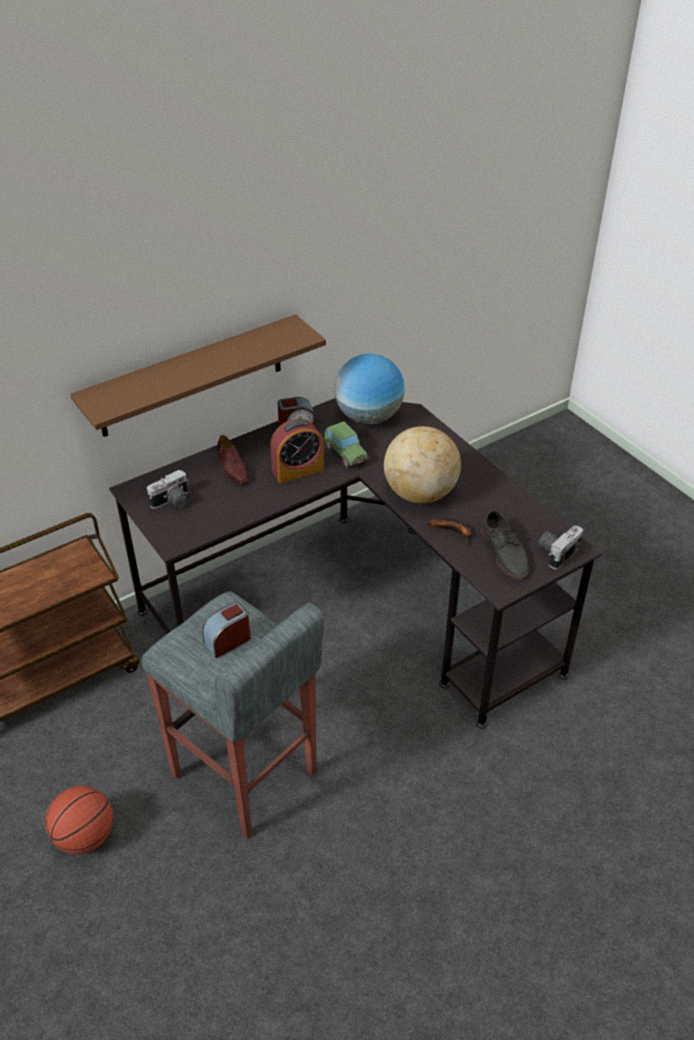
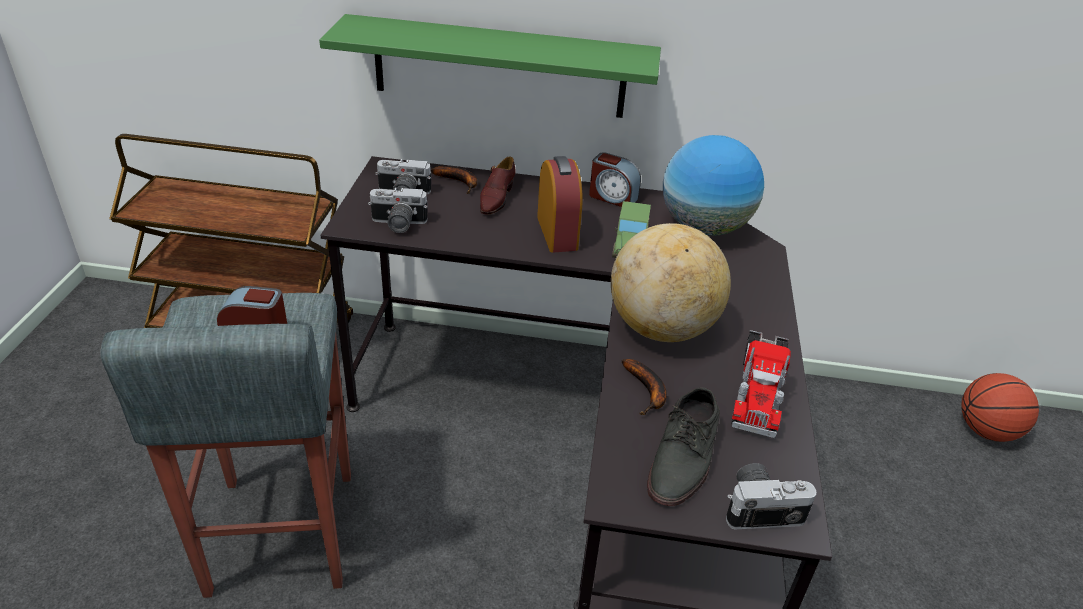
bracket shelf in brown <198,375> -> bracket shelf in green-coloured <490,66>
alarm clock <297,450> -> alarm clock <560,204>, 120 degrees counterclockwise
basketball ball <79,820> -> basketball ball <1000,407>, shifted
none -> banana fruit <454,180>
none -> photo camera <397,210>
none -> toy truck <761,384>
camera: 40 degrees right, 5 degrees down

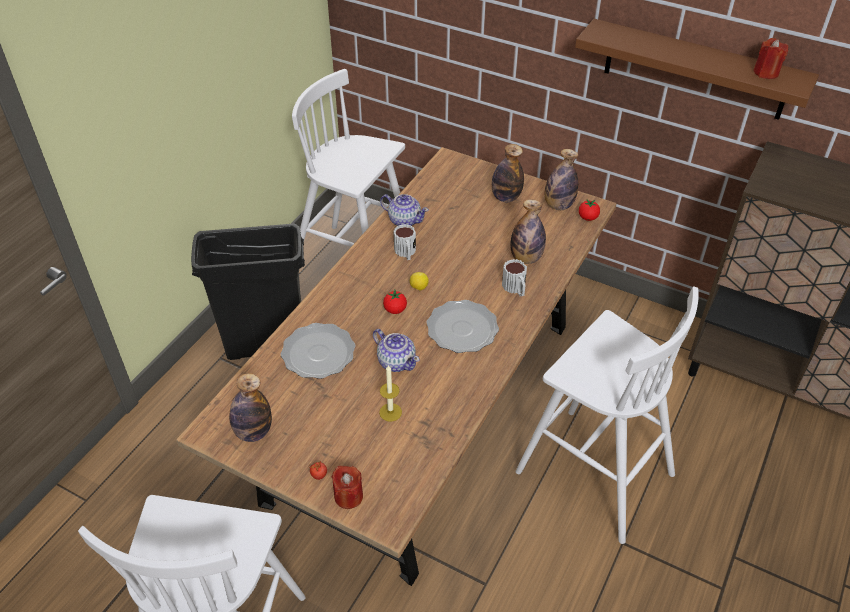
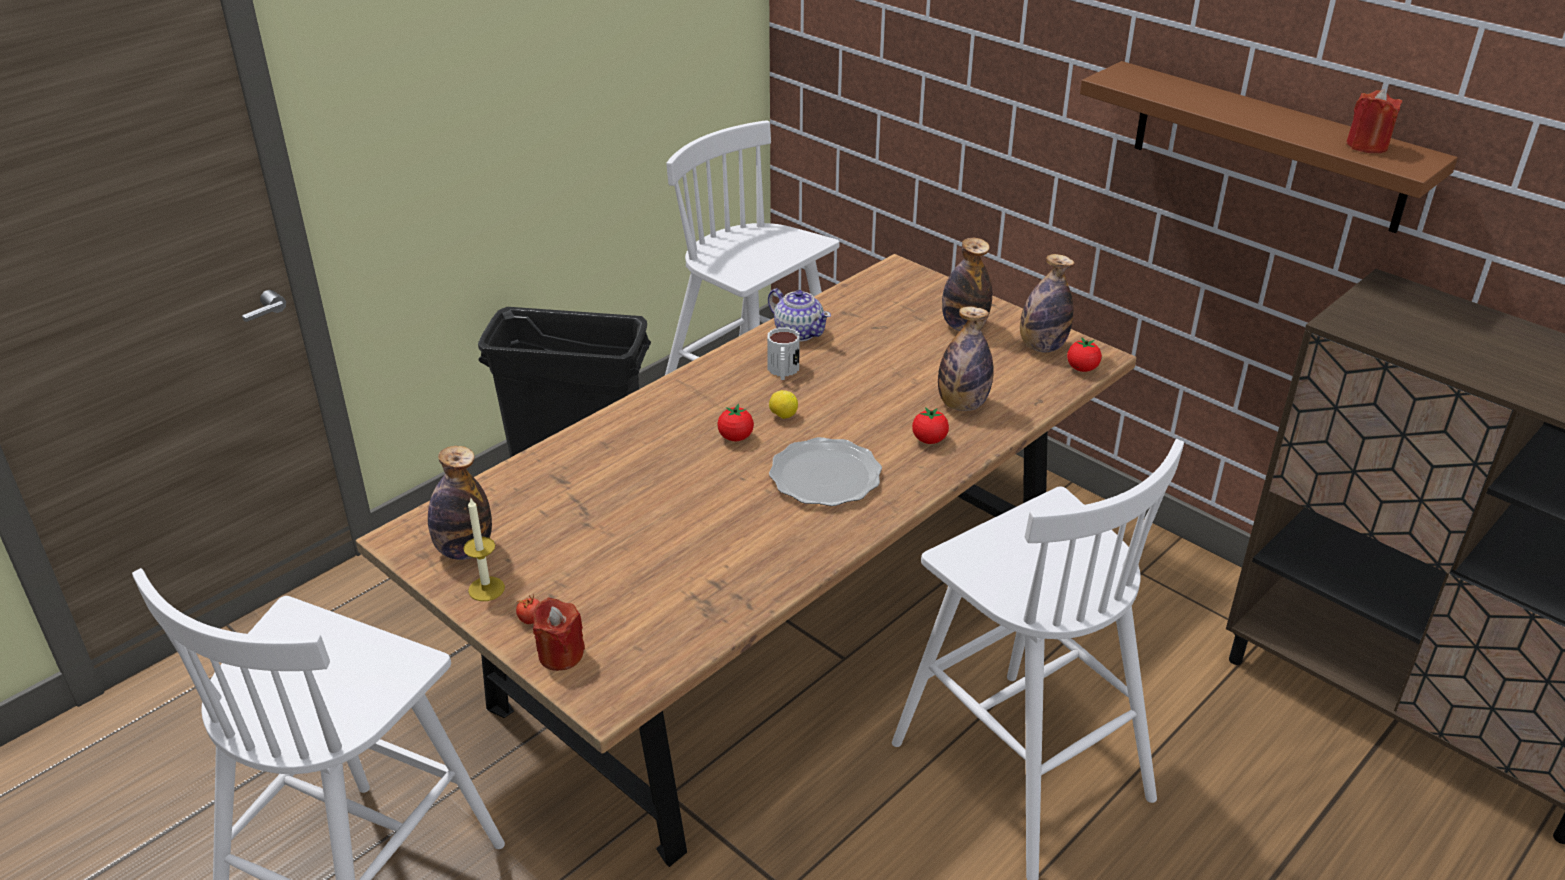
mug <514,277> -> whole tomato <930,425>
plate <318,351> -> none
tea pot <396,350> -> none
wax candle <390,393> -> wax candle <484,549>, shifted
camera: 15 degrees right, 10 degrees down

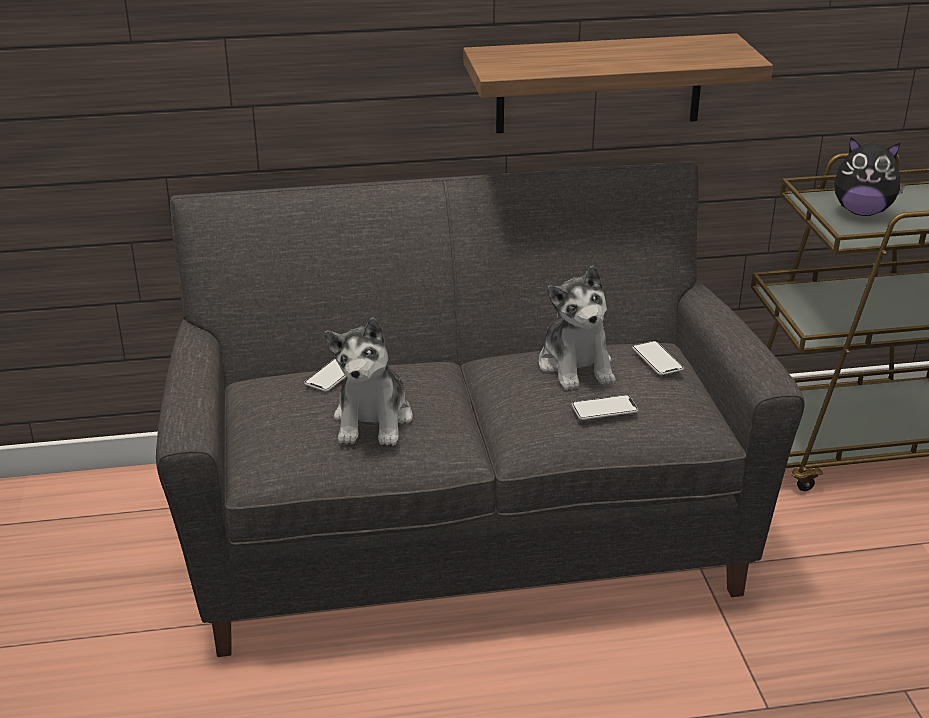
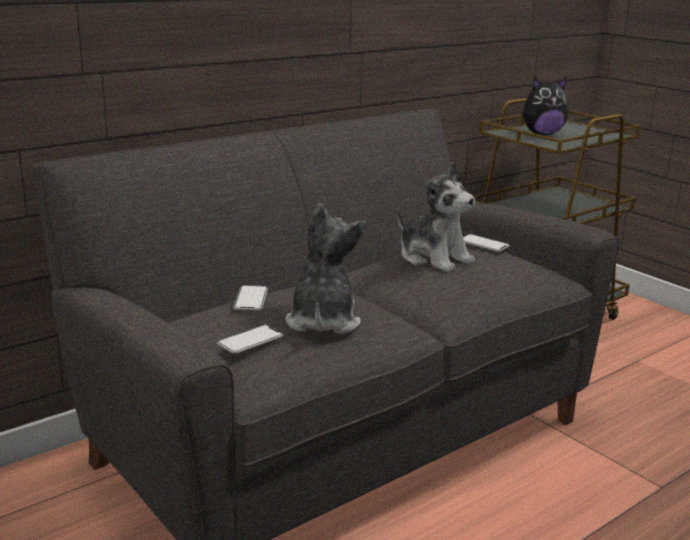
bracket shelf <618,83> -> none
cuddly toy <368,381> -> cuddly toy <326,268>, 150 degrees counterclockwise
telephone <604,407> -> telephone <250,339>, shifted
camera: 30 degrees left, 10 degrees down

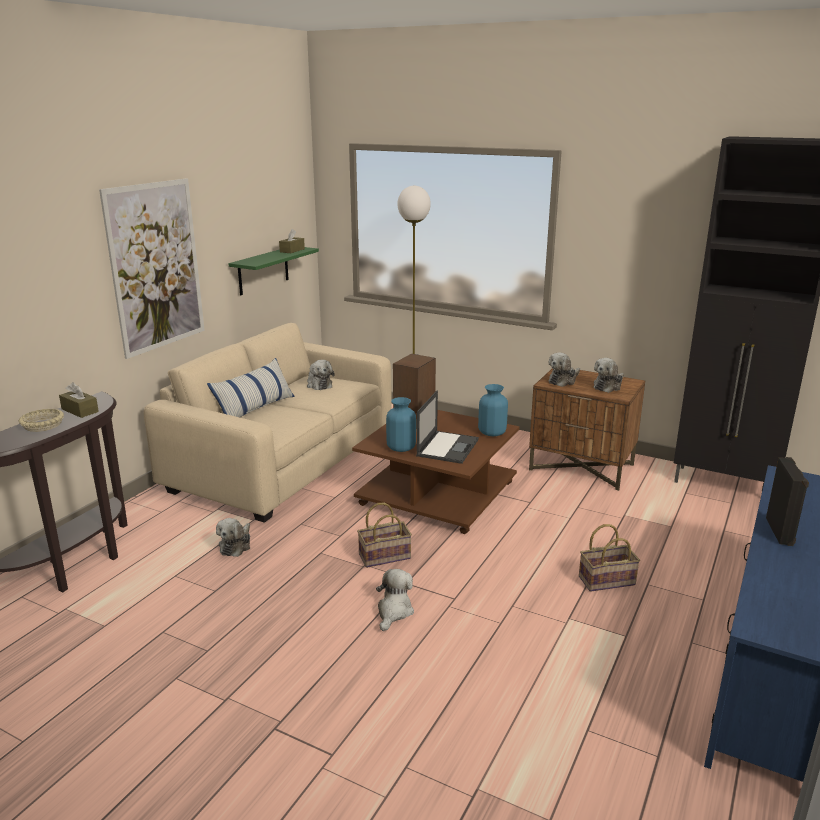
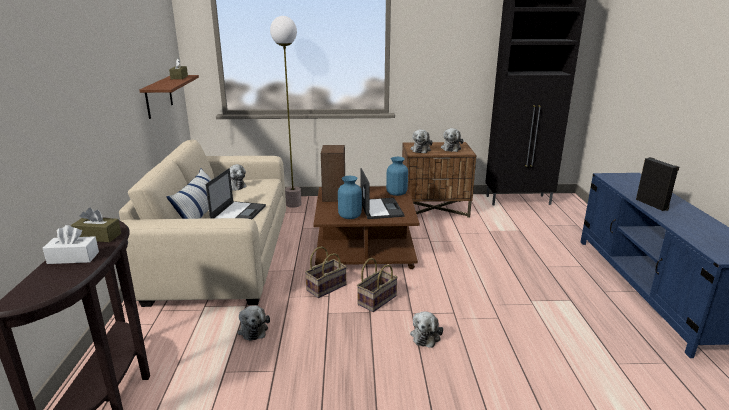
wall art <152,268> -> none
bracket shelf in green-coloured <274,271> -> bracket shelf in brown <169,97>
bowl in beige-coloured <41,420> -> box of tissues in white-coloured <71,244>
household basket <609,558> -> household basket <326,272>, shifted
cuddly toy <395,600> -> cuddly toy <426,329>, 150 degrees counterclockwise
none -> portable computer <236,193>
camera: 30 degrees left, 0 degrees up

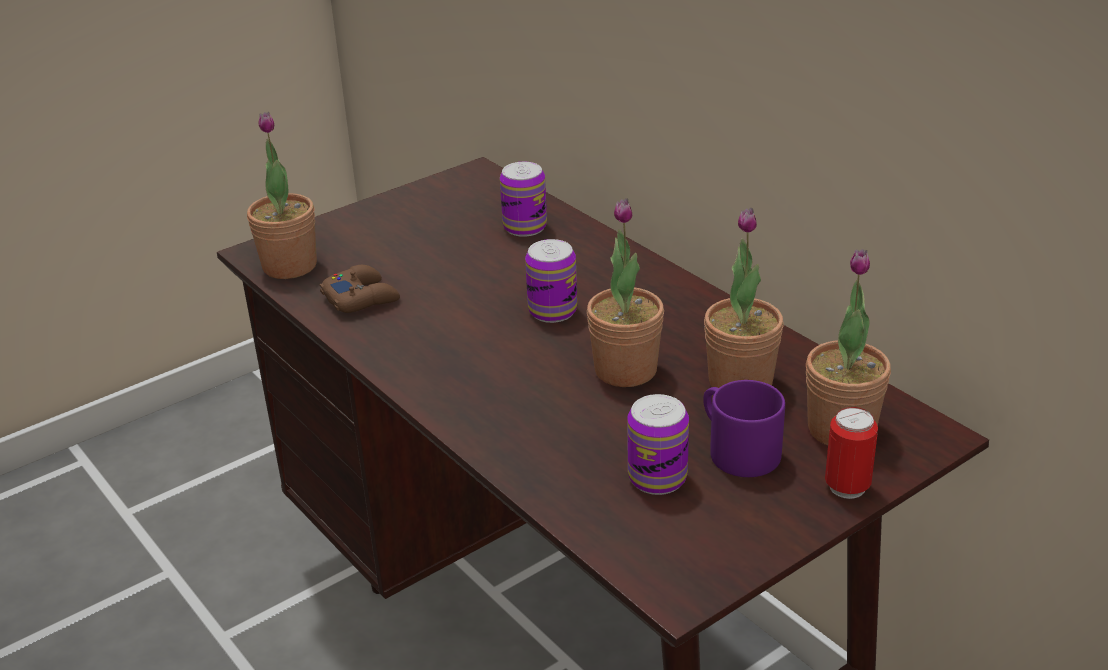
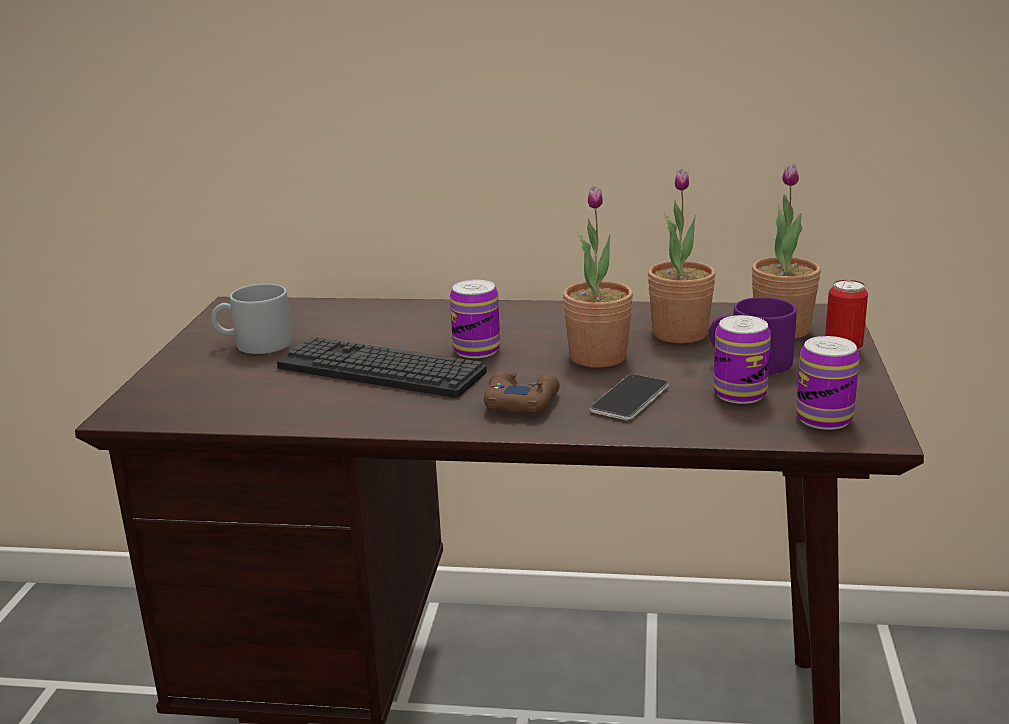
potted plant <282,195> -> none
can <523,199> -> can <828,383>, shifted
gamepad in brown <360,289> -> gamepad in brown <522,392>, shifted
none -> mug in gray <251,319>
none -> computer keyboard <382,367>
none -> telephone <629,397>
camera: 45 degrees left, 10 degrees down

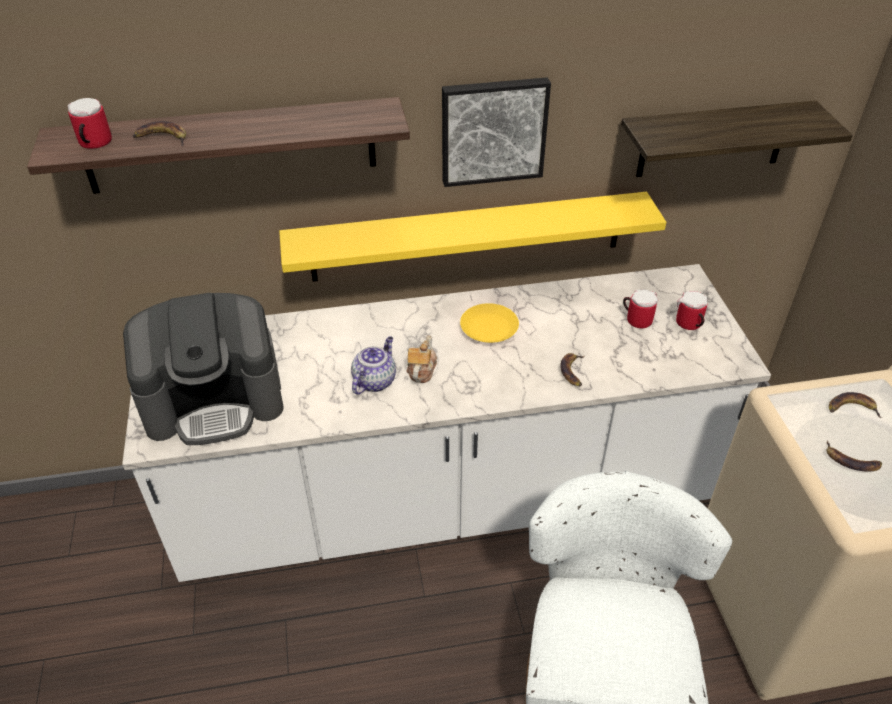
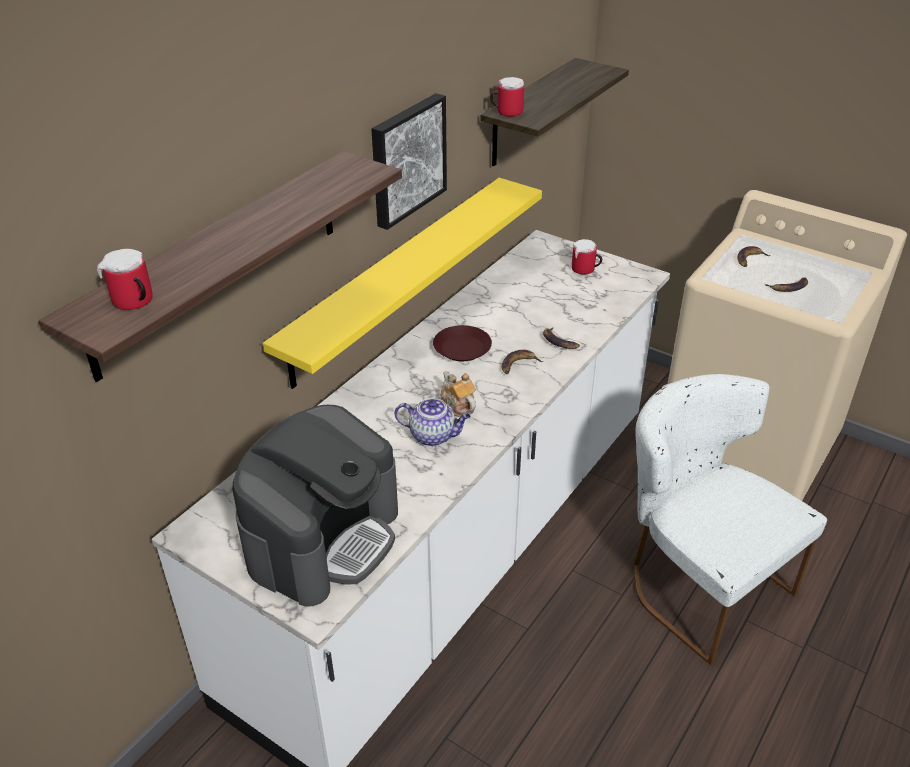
banana fruit <159,133> -> banana fruit <522,362>, shifted
mug <640,308> -> mug <507,97>, shifted
plate in yellowish <489,323> -> plate in brown <462,343>
tea pot <373,365> -> tea pot <433,422>, 120 degrees clockwise
camera: 45 degrees left, 5 degrees down

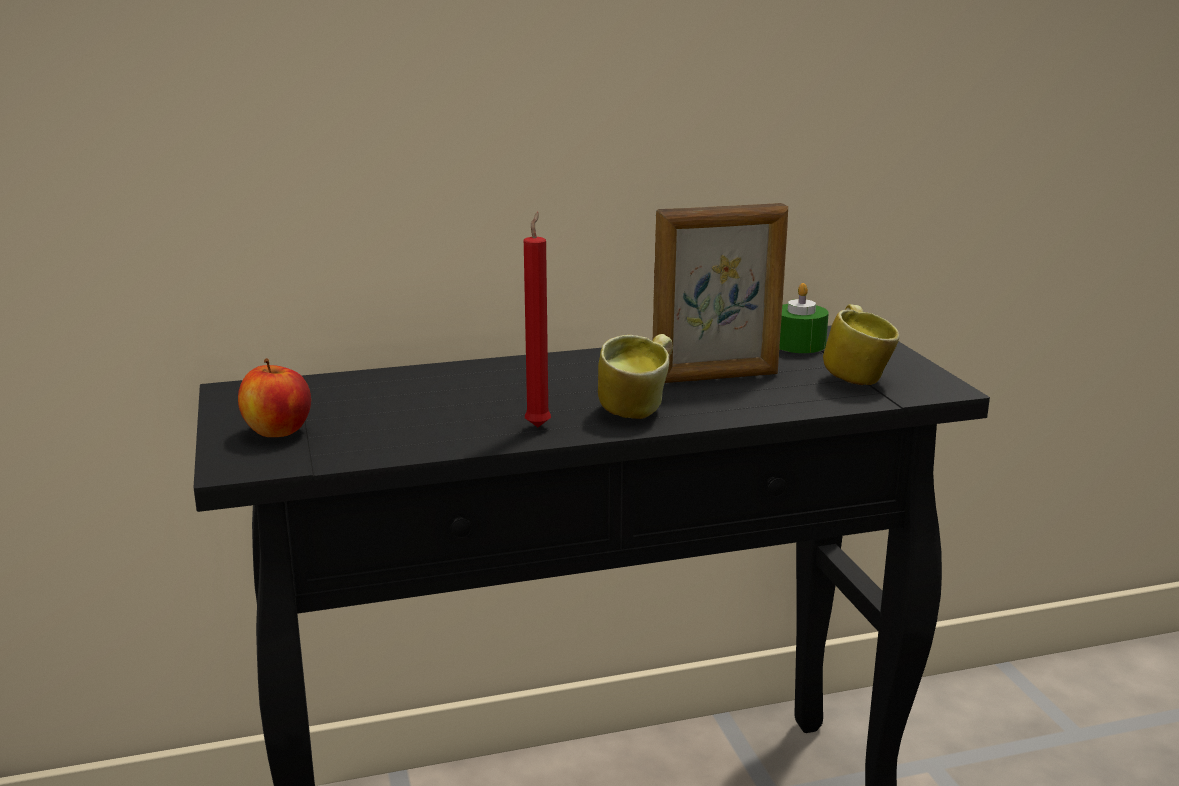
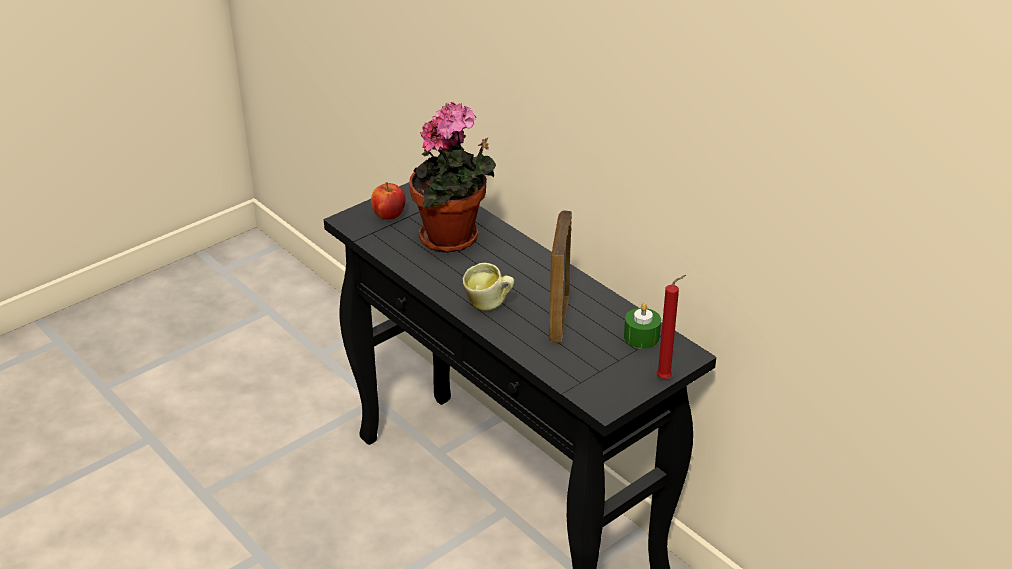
photo frame <720,293> -> photo frame <560,276>, 45 degrees clockwise
wax candle in reddish <537,319> -> wax candle in reddish <671,327>, shifted
mug <861,344> -> none
none -> potted plant <452,177>
camera: 65 degrees right, 15 degrees up

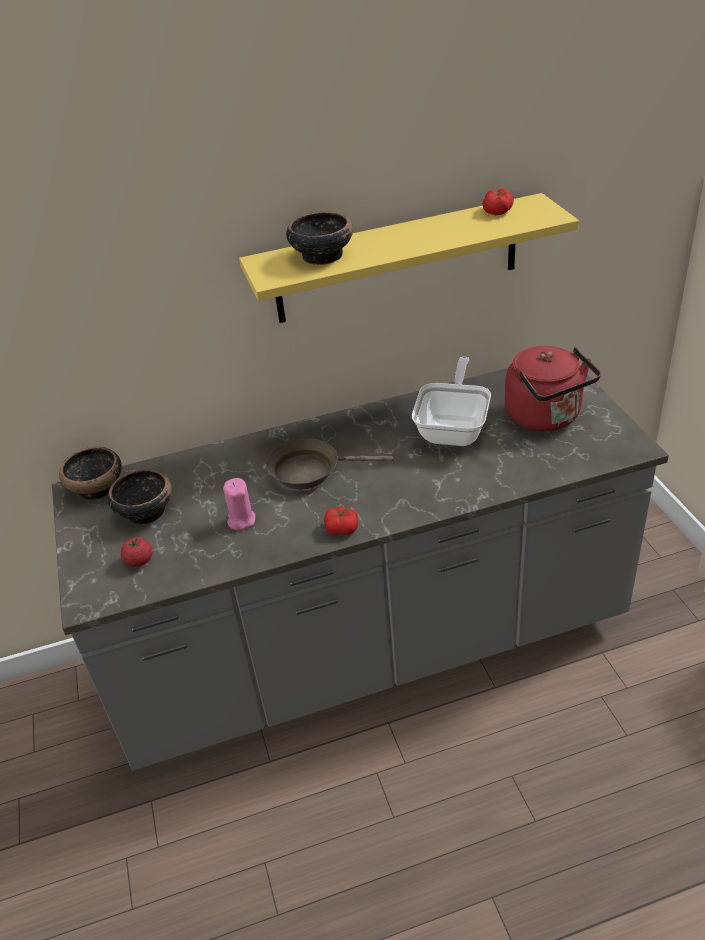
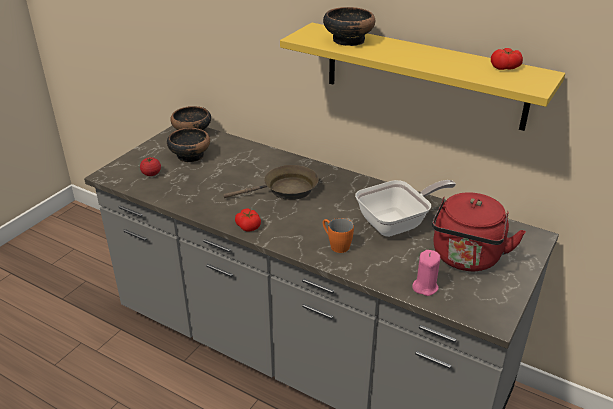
pan in brown <329,463> -> pan in brown <271,182>, 120 degrees clockwise
wax candle in pink <239,504> -> wax candle in pink <426,273>, shifted
none -> mug in orange <338,235>
camera: 45 degrees right, 5 degrees down

